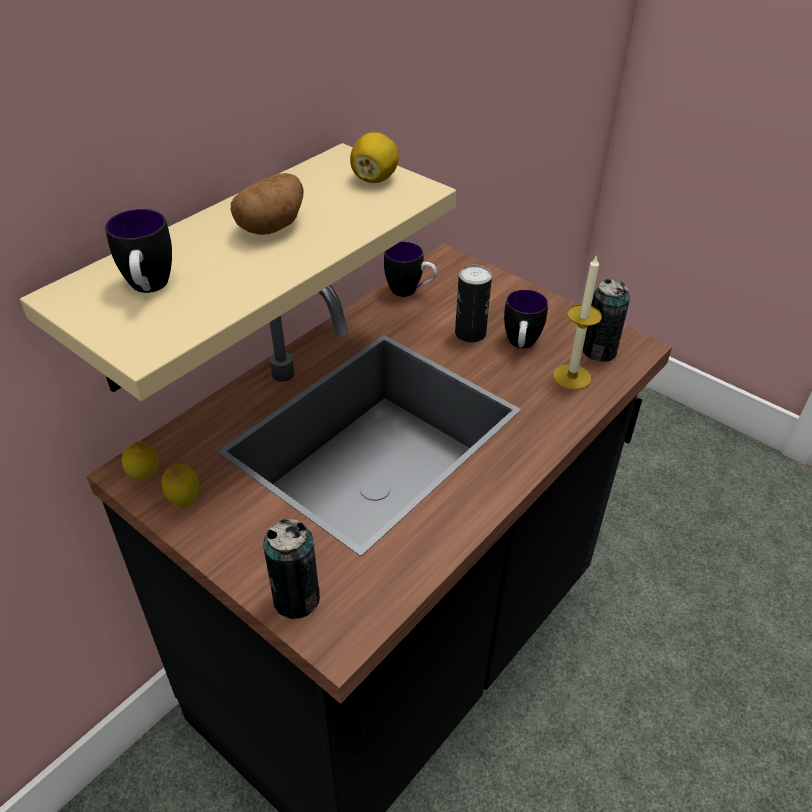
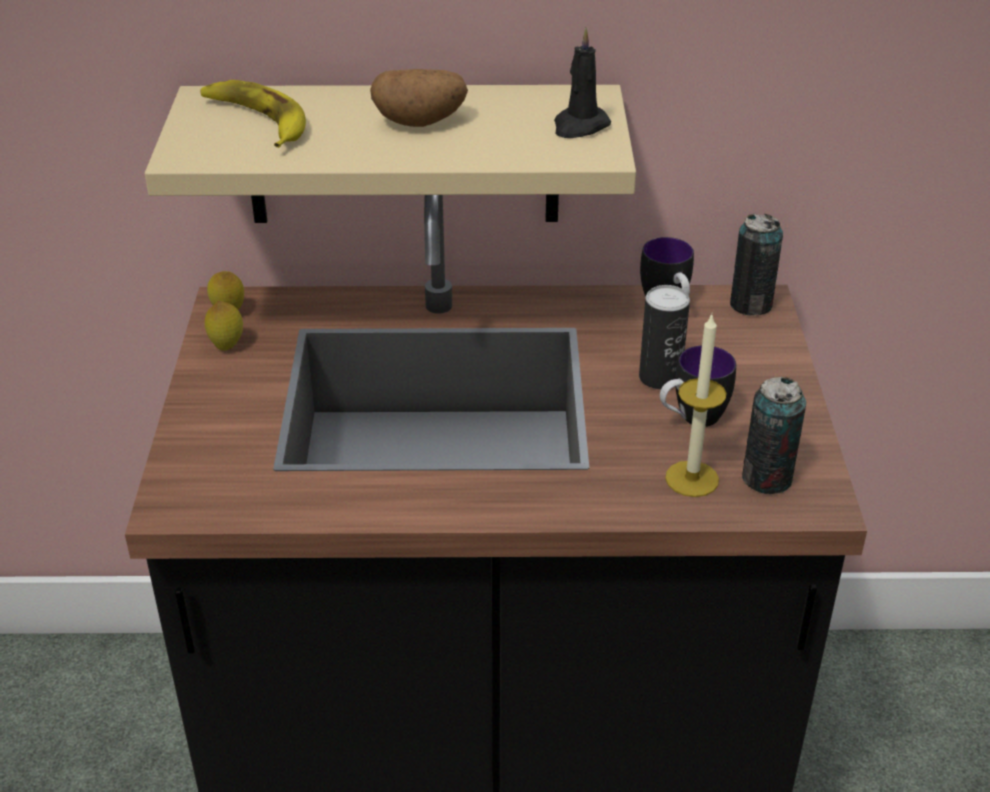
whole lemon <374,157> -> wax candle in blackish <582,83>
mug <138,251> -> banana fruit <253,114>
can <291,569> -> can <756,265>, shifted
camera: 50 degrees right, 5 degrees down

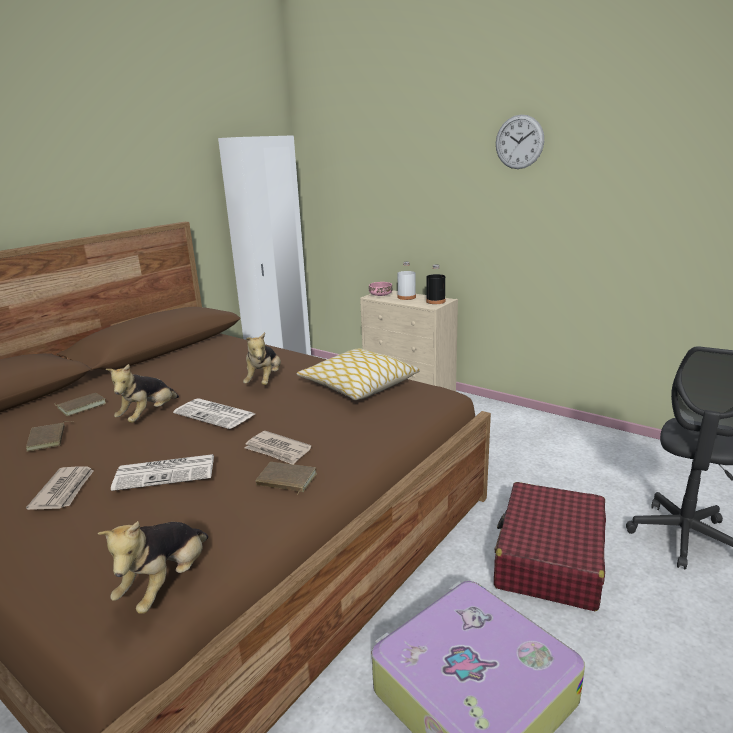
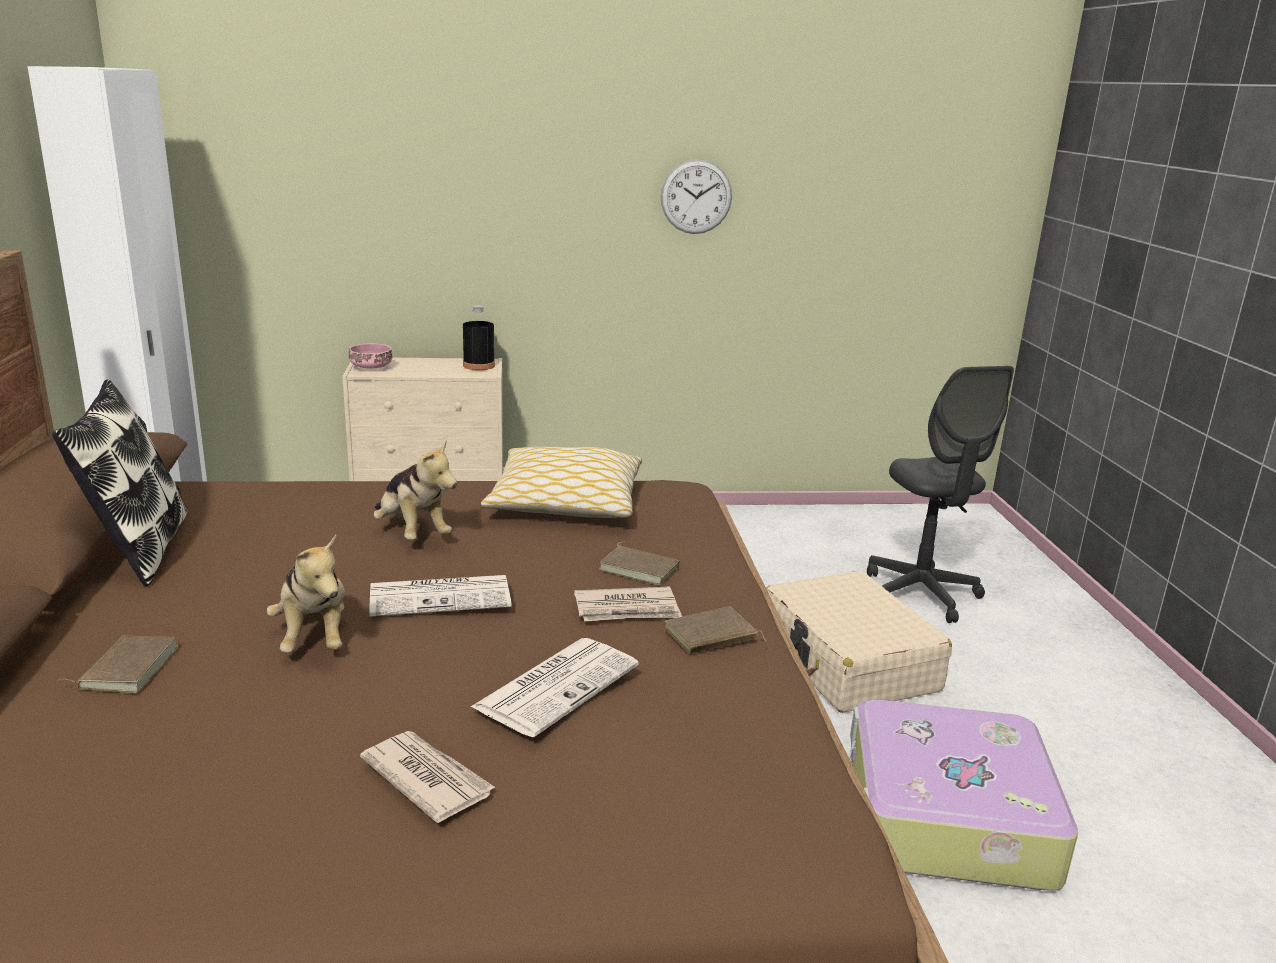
clock on the wall <520,142> -> clock on the wall <696,196>, shifted
bottle in white-coloured <406,281> -> none
bound book in brown <49,436> -> bound book in brown <639,563>, shifted
piece of luggage in reddish <550,546> -> piece of luggage in beige-coloured <859,642>
cuddly toy <153,567> -> none
none -> pillow <120,482>
camera: 45 degrees left, 0 degrees up

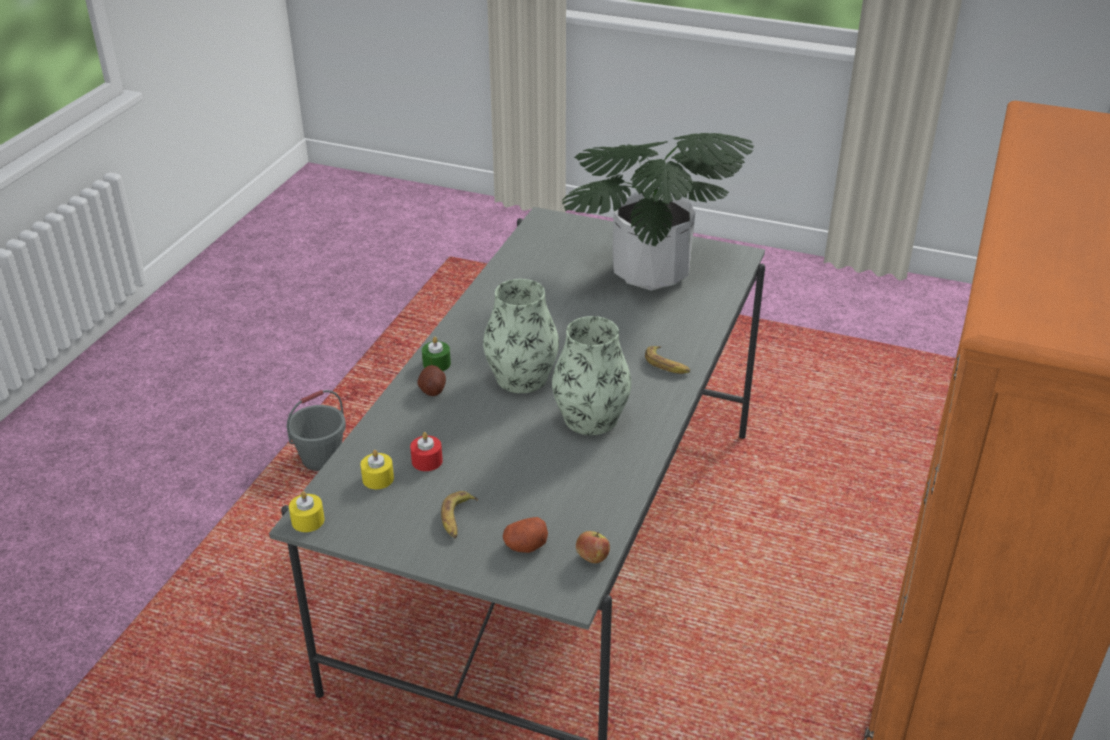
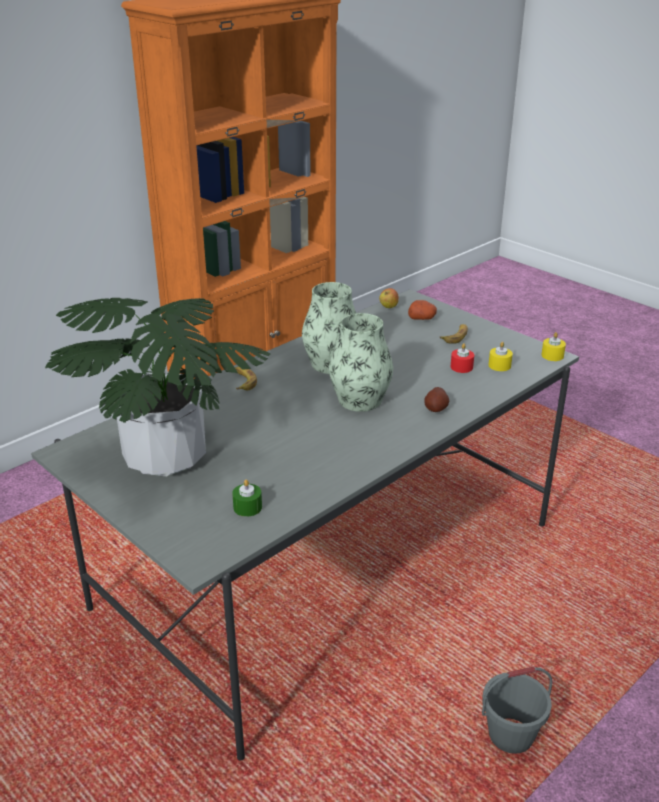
wax candle in green-coloured <436,354> -> wax candle in green-coloured <247,498>, shifted
camera: 155 degrees left, 5 degrees down

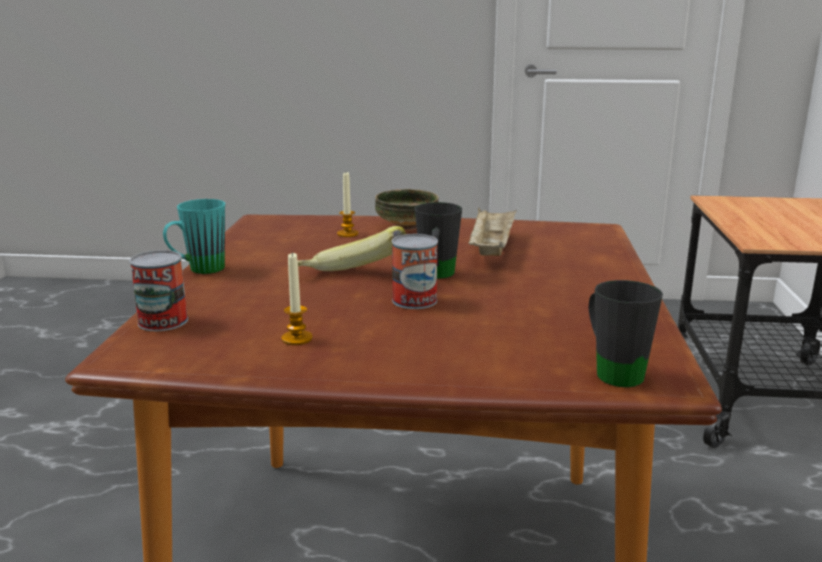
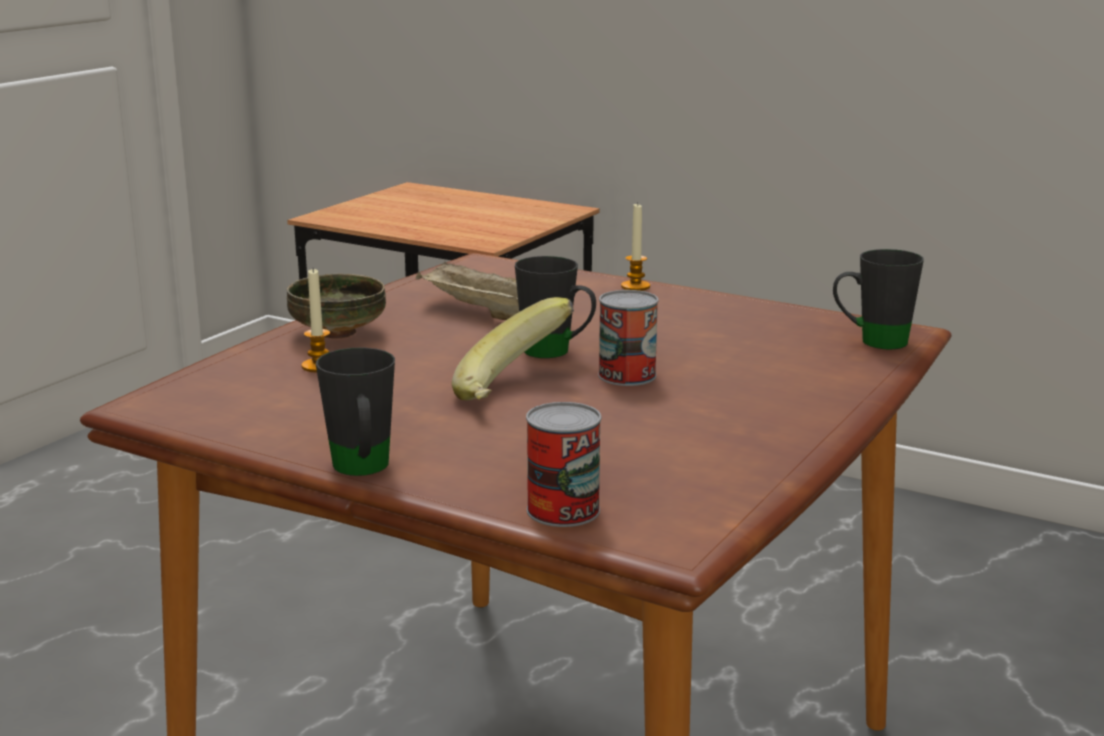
mug in turquoise <194,236> -> mug in blackish <355,412>
wax candle <297,298> -> wax candle <635,247>, shifted
camera: 65 degrees left, 0 degrees up

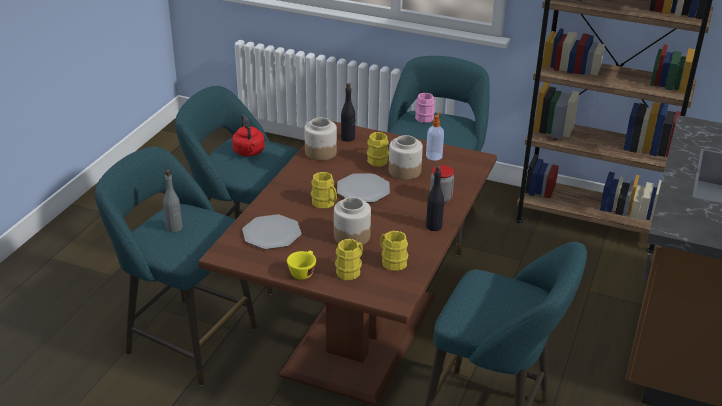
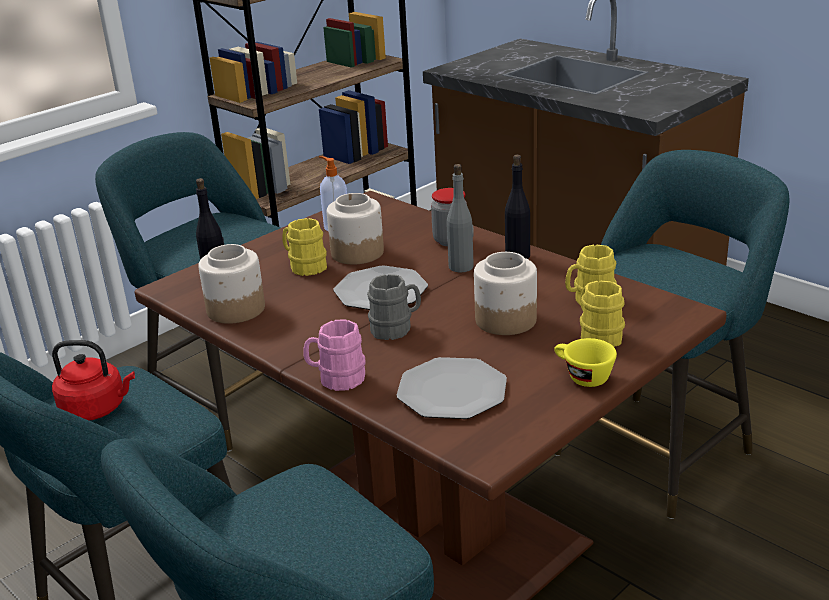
mug in pink <425,108> -> mug in pink <334,355>, shifted
bottle in gray <172,201> -> bottle in gray <460,218>, shifted
mug in yellowish <324,190> -> mug in gray <394,307>
camera: 65 degrees left, 5 degrees down

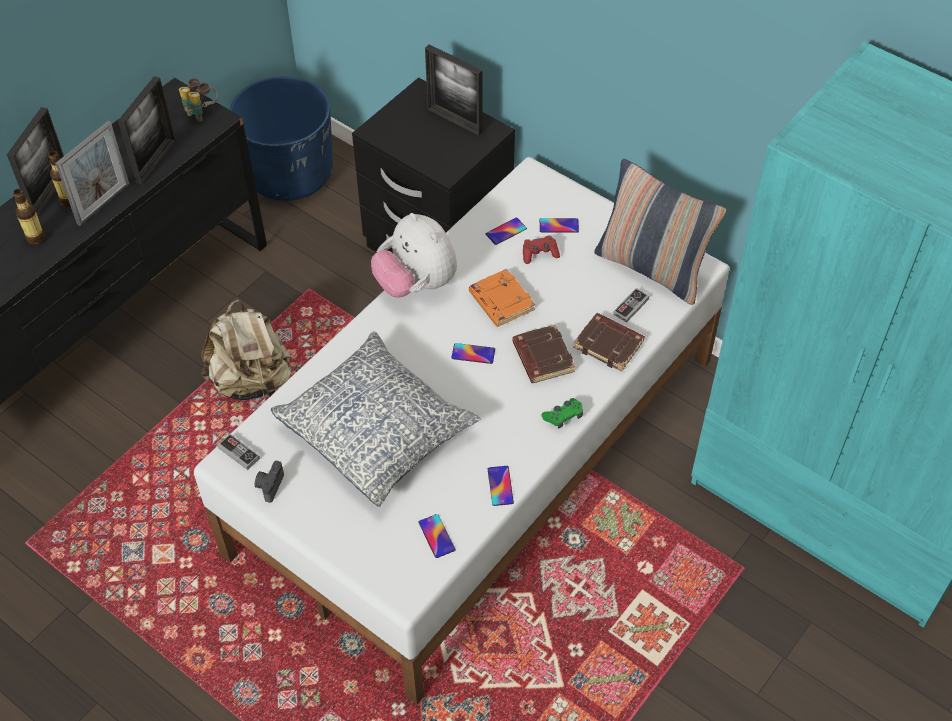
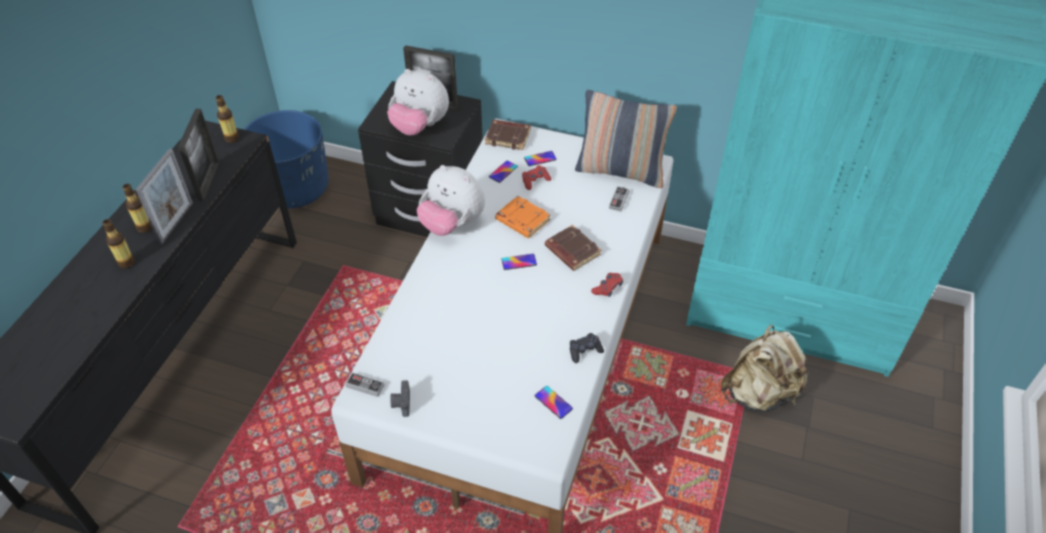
binoculars <198,100> -> bottle <227,119>
photo frame <35,161> -> none
backpack in beige-coloured <246,349> -> backpack in beige-coloured <765,368>, shifted
bound book in brown <609,342> -> bound book in brown <508,135>, shifted
pillow <376,419> -> none
gamepad in green-coloured <562,413> -> gamepad in reddish <607,285>
telephone <501,486> -> gamepad in blackish <587,348>
none -> cuddly toy <418,102>
camera: 20 degrees left, 5 degrees down

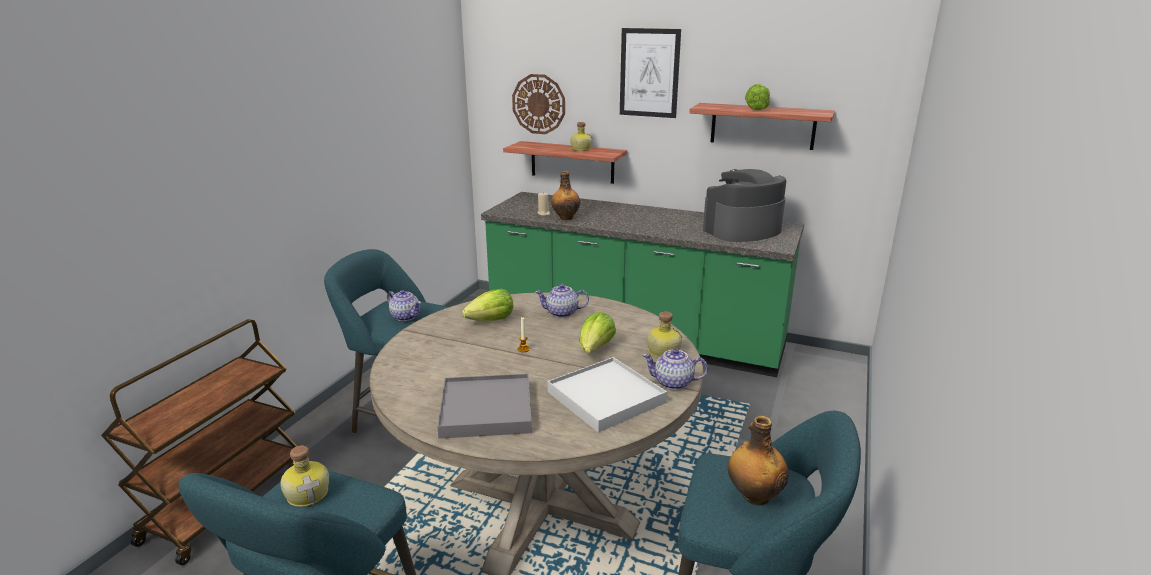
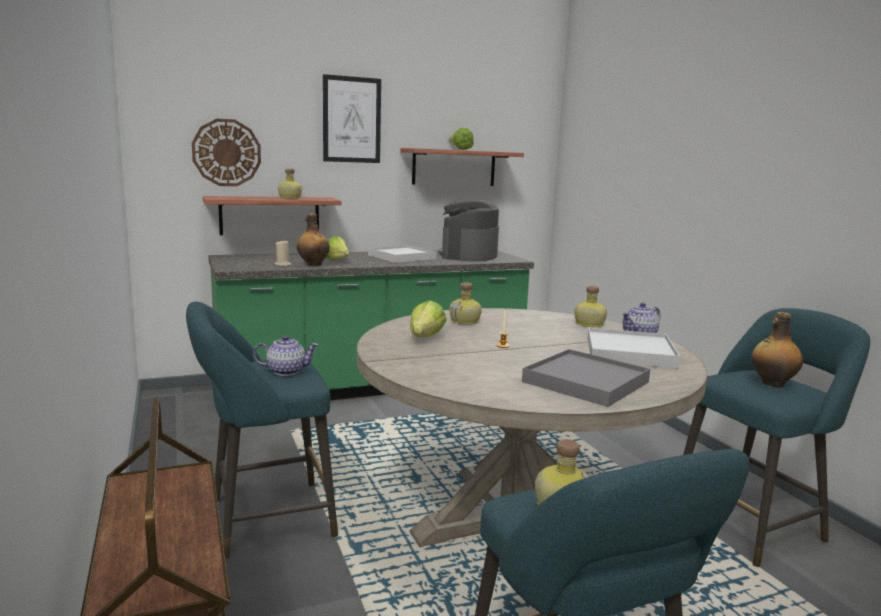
tea pot <562,301> -> bottle <465,304>
head of lettuce <597,332> -> head of lettuce <338,248>, shifted
none -> serving tray in white-coloured <402,254>
camera: 45 degrees left, 10 degrees down

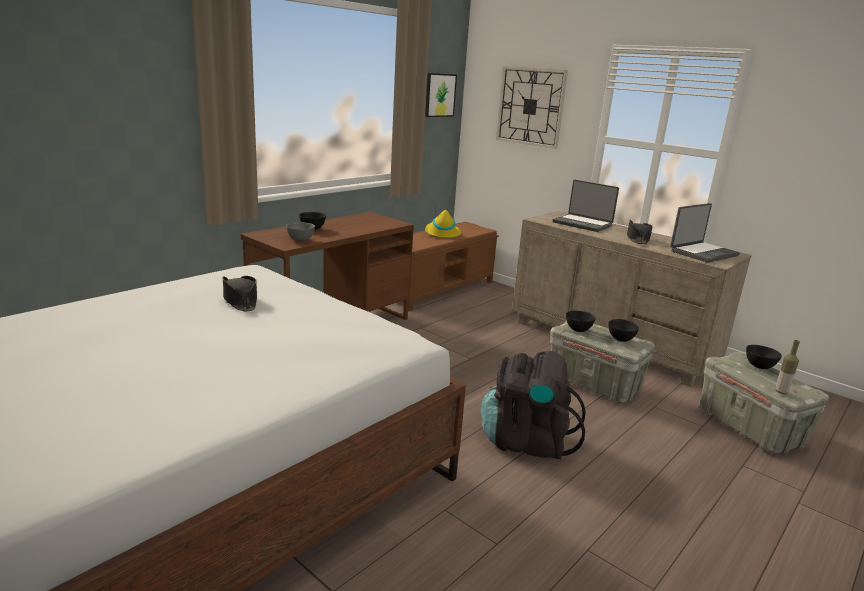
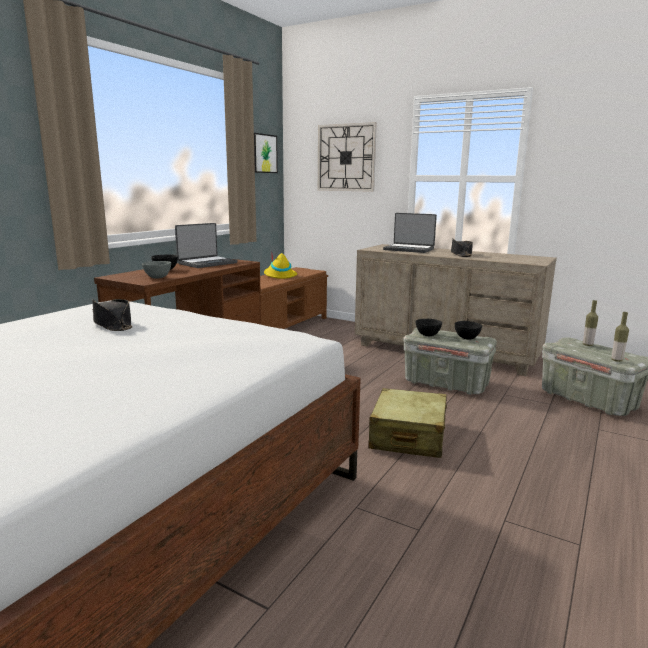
portable computer <705,233> -> portable computer <206,245>, shifted
bowl in blackish <764,357> -> bottle <590,323>
backpack in blackish <533,405> -> piece of luggage in beige-coloured <407,423>
camera: 10 degrees left, 5 degrees down

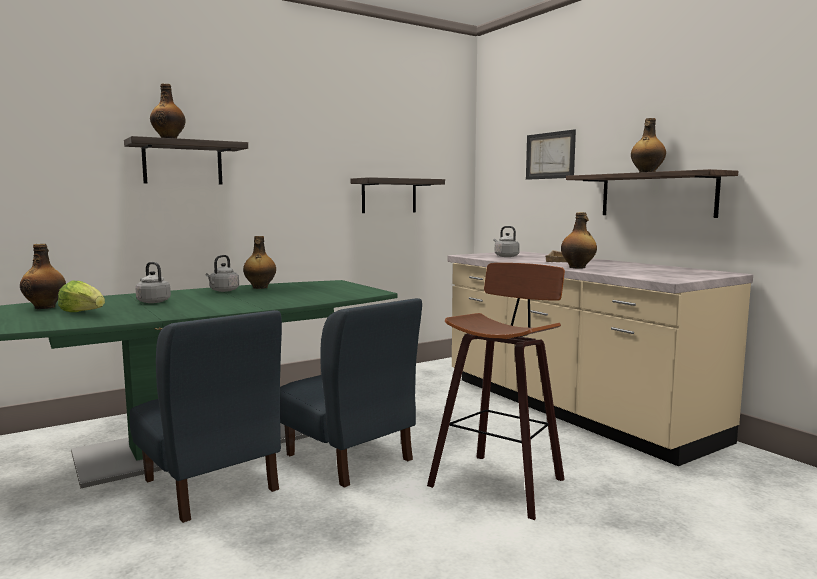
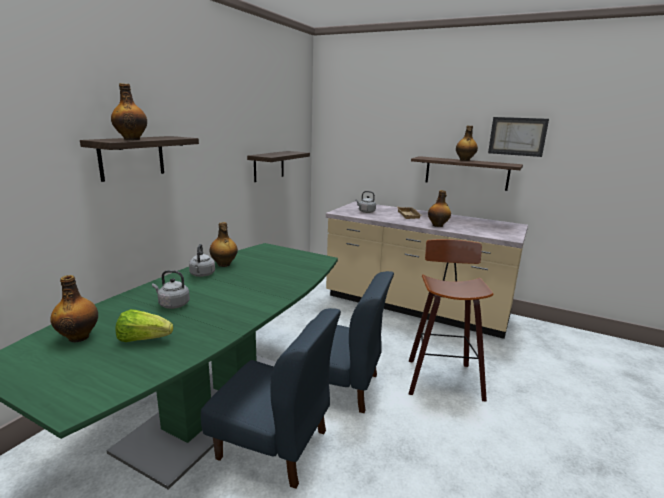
wall art <551,154> -> wall art <518,137>, shifted
camera: 30 degrees left, 10 degrees up

